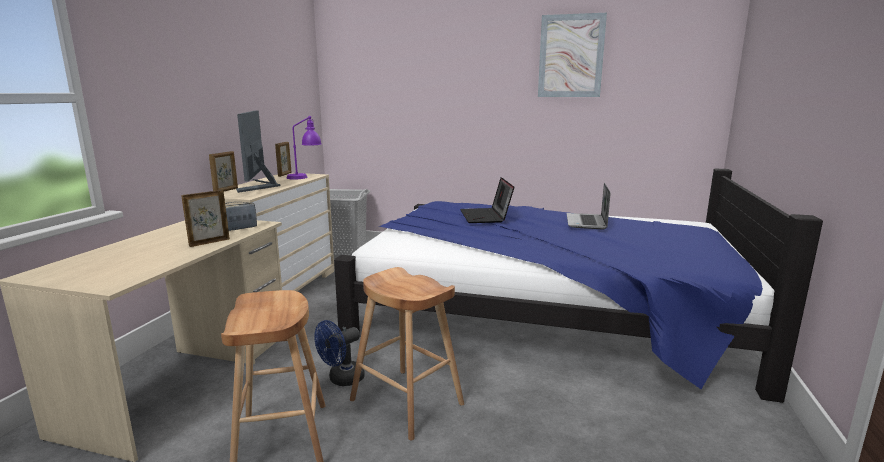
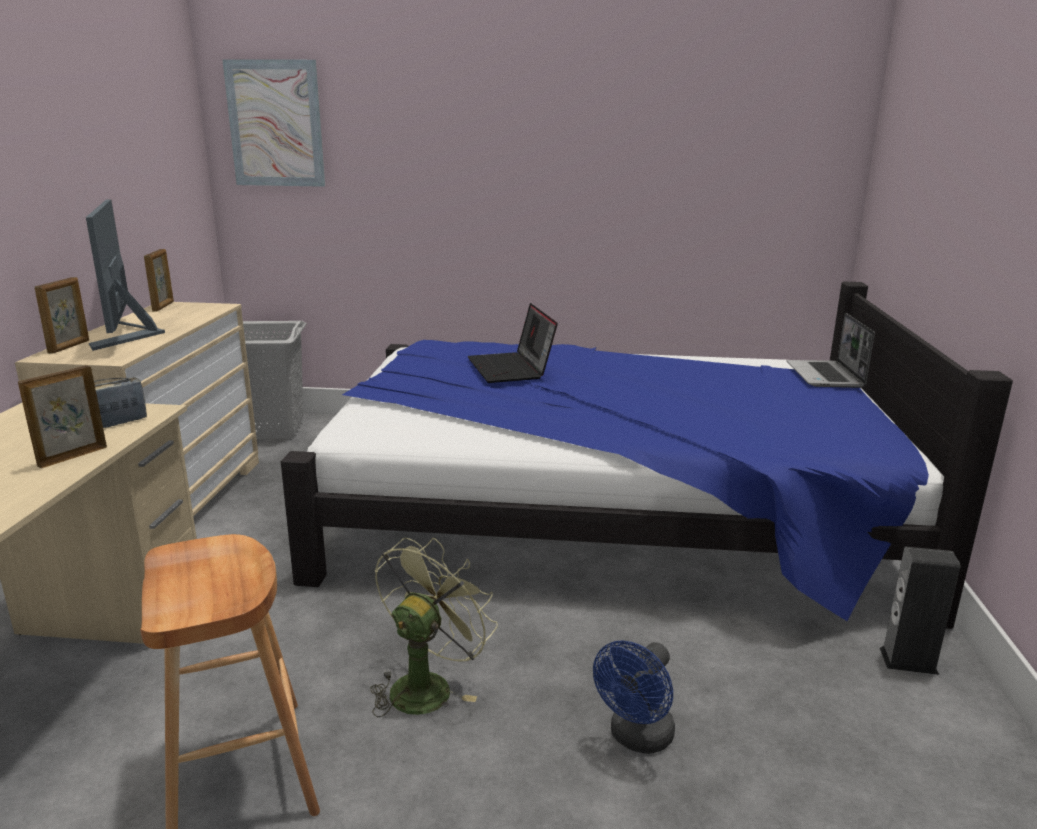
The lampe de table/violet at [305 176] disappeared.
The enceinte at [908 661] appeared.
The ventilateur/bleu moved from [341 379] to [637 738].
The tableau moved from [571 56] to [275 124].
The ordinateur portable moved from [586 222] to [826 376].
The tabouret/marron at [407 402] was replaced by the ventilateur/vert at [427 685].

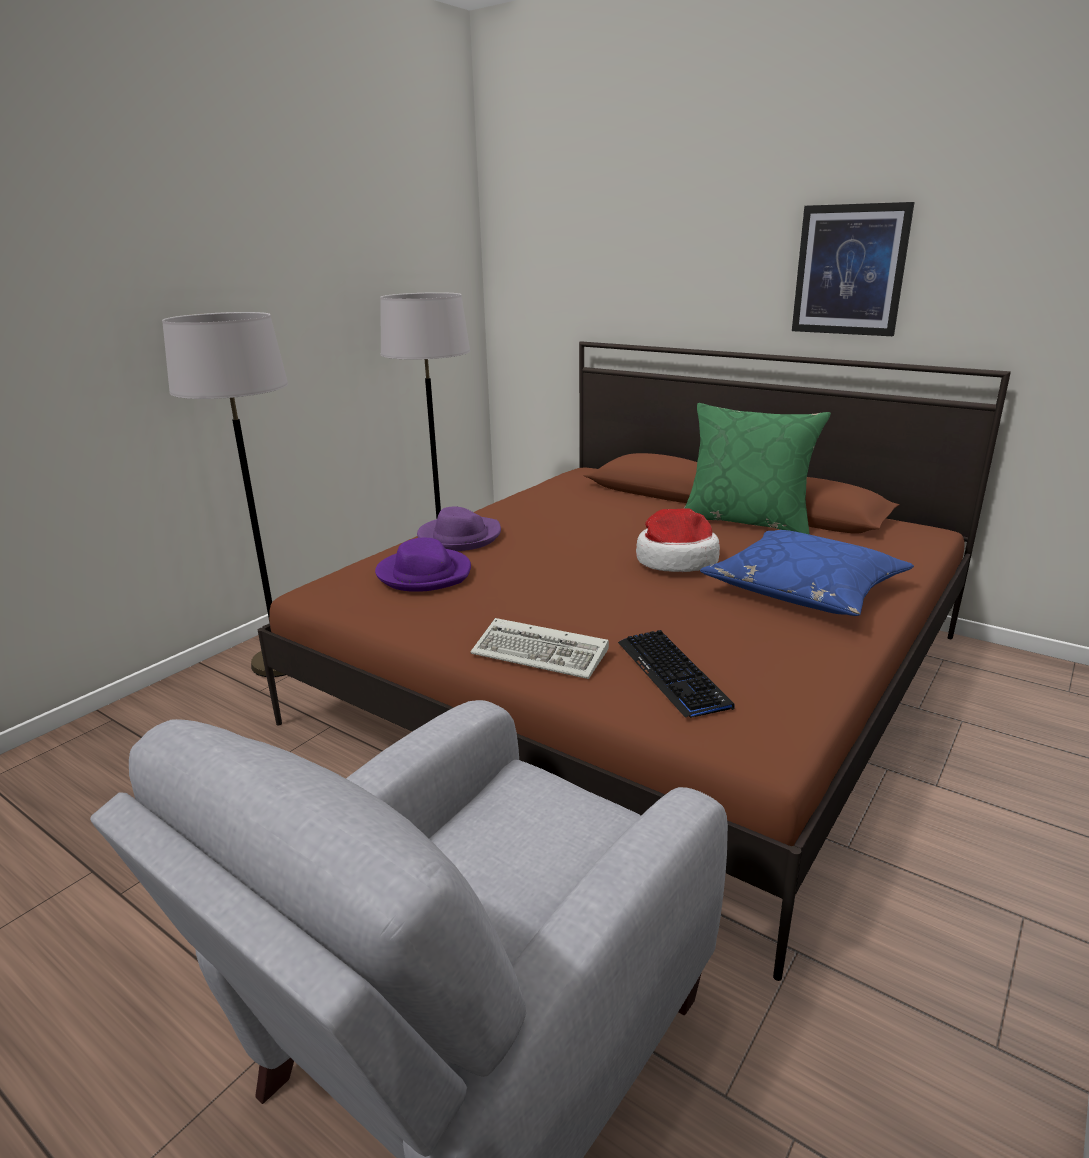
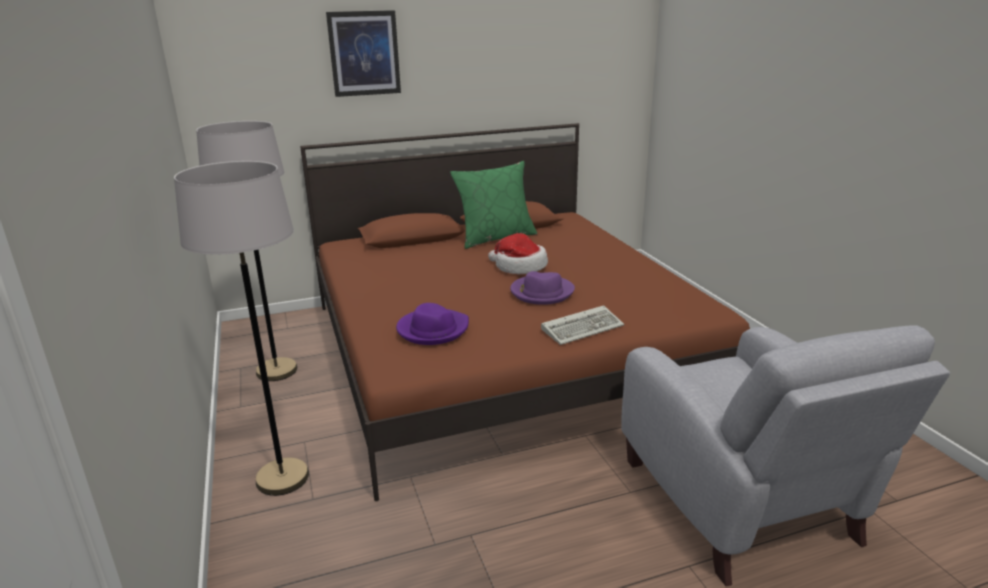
The clavier at [672 674] disappeared.
The coussin/bleu at [804 590] disappeared.
The chapeau/violet moved from [459 537] to [541 292].
The tableau moved from [849 270] to [364 53].

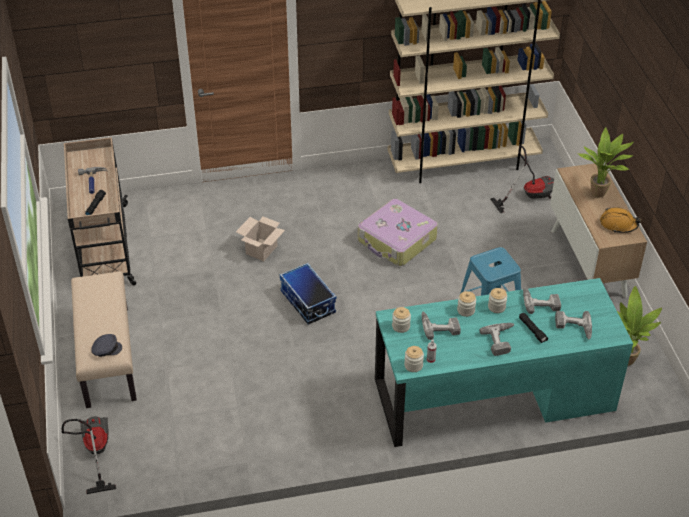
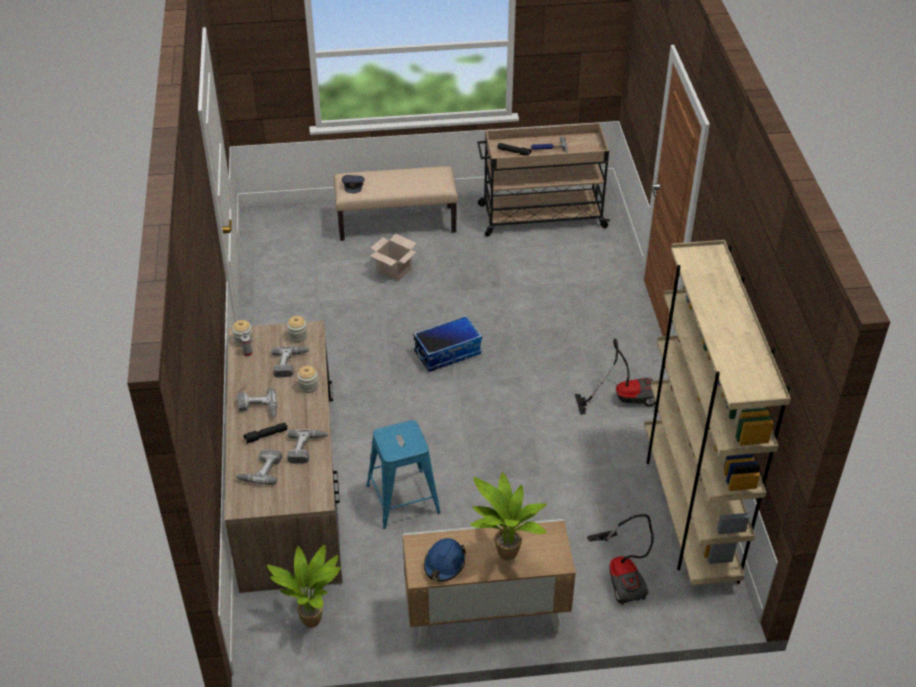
The valise at [396 241] disappeared.
The bocal at [496 307] disappeared.
The aspirateur moved from [94 452] to [623 397].
The carton moved from [261 249] to [395 270].
The bureau/turquoise at [493 395] became the bureau/marron at [288 487].
The casque de chantier/orange at [618 224] became the casque de chantier/bleu at [444 564].

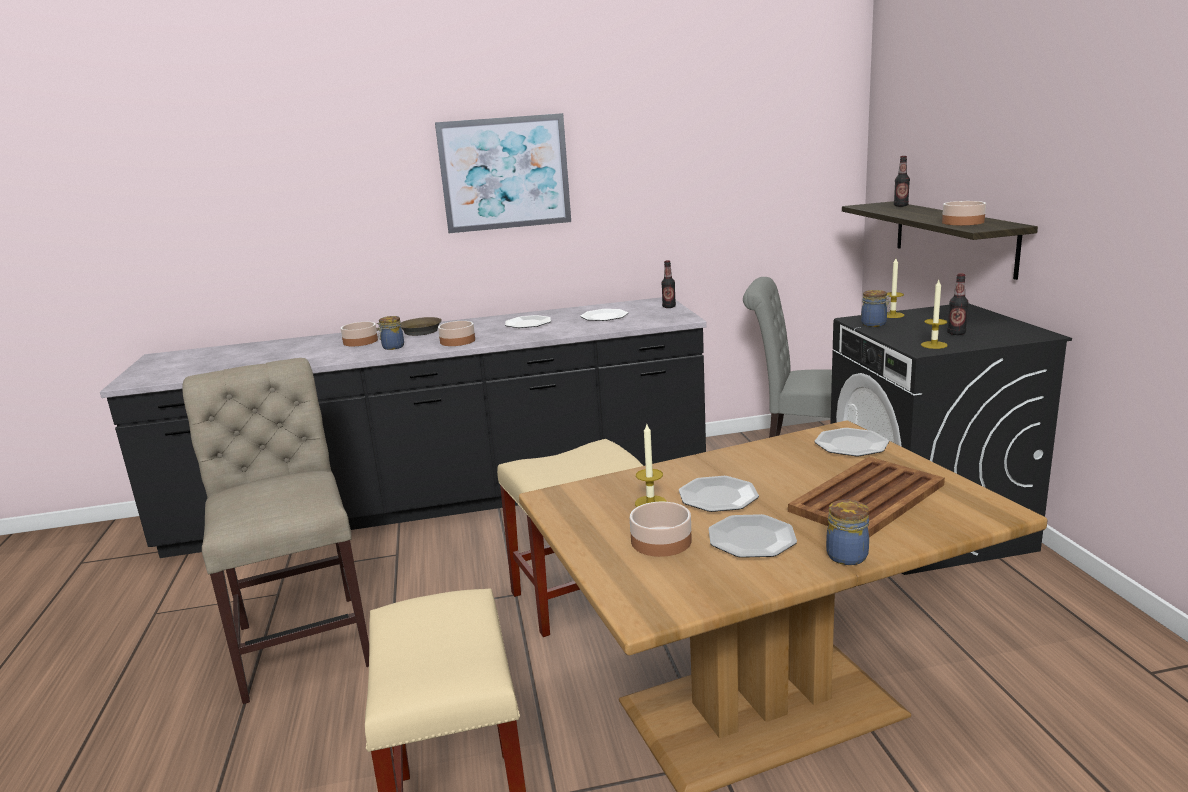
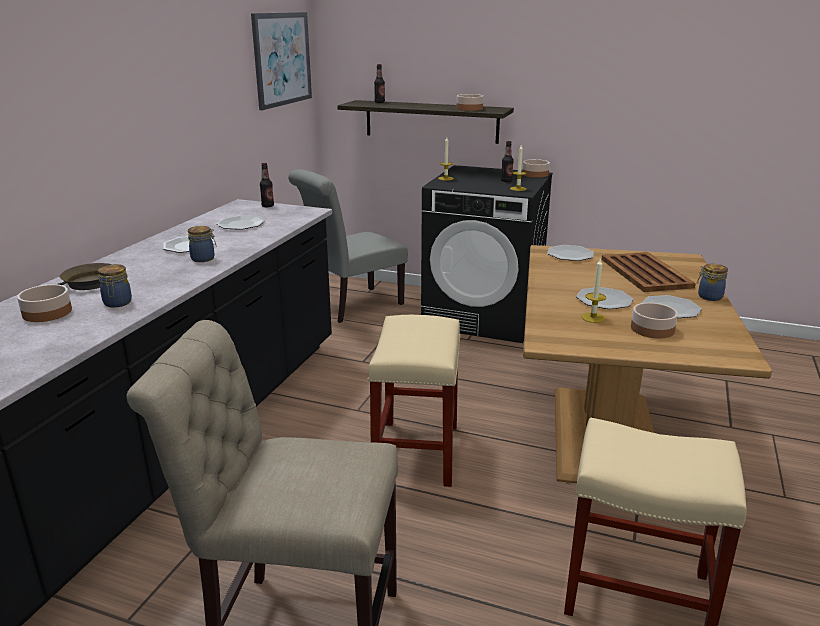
The tableau moved from [504 173] to [282 59].
The bol moved from [457 341] to [535 174].
The bocal moved from [874 324] to [204 258].

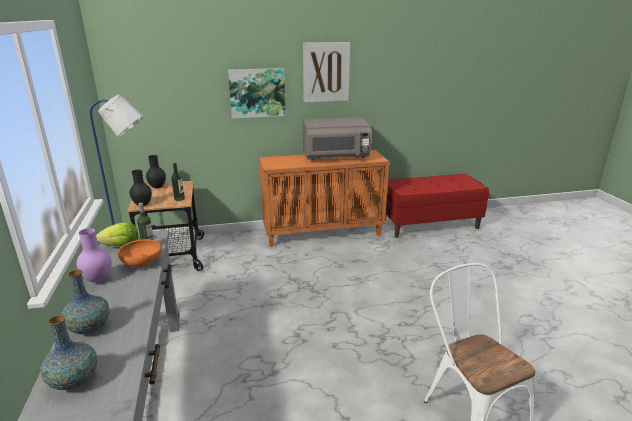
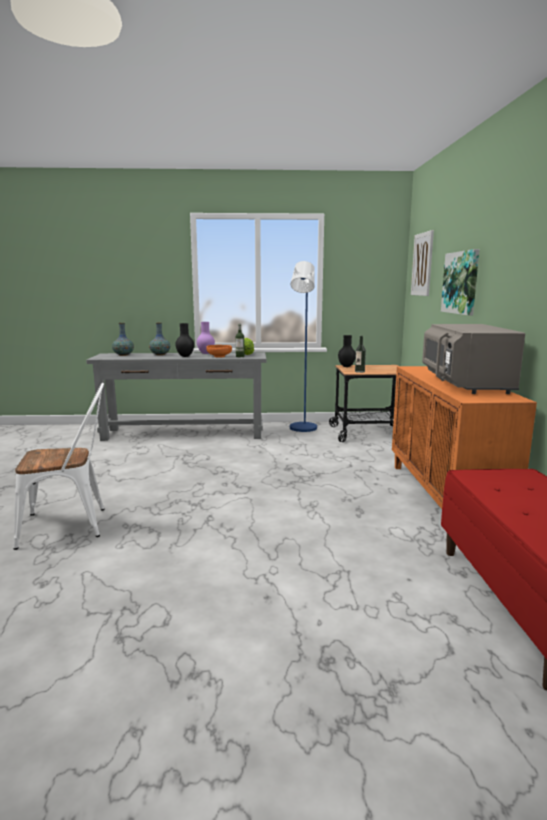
The vase/noir moved from [158 187] to [185 356].
The tableau moved from [326 72] to [422 264].

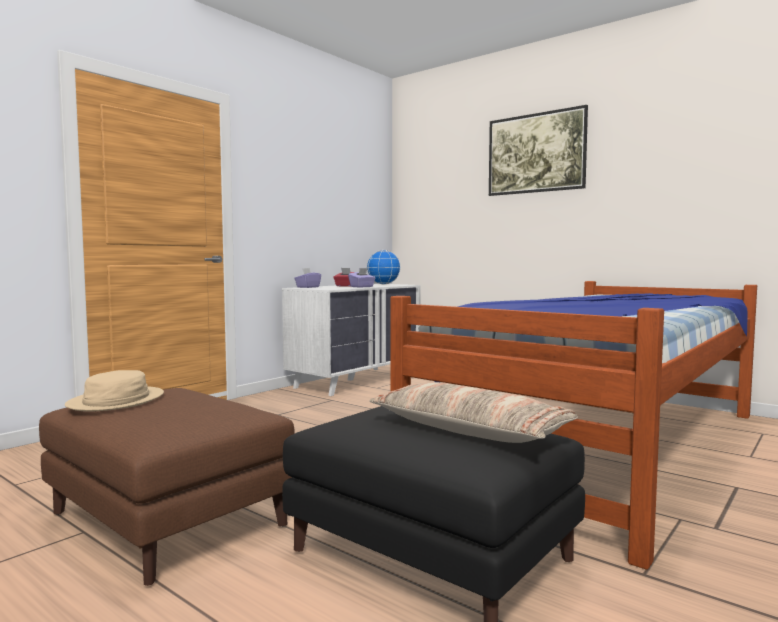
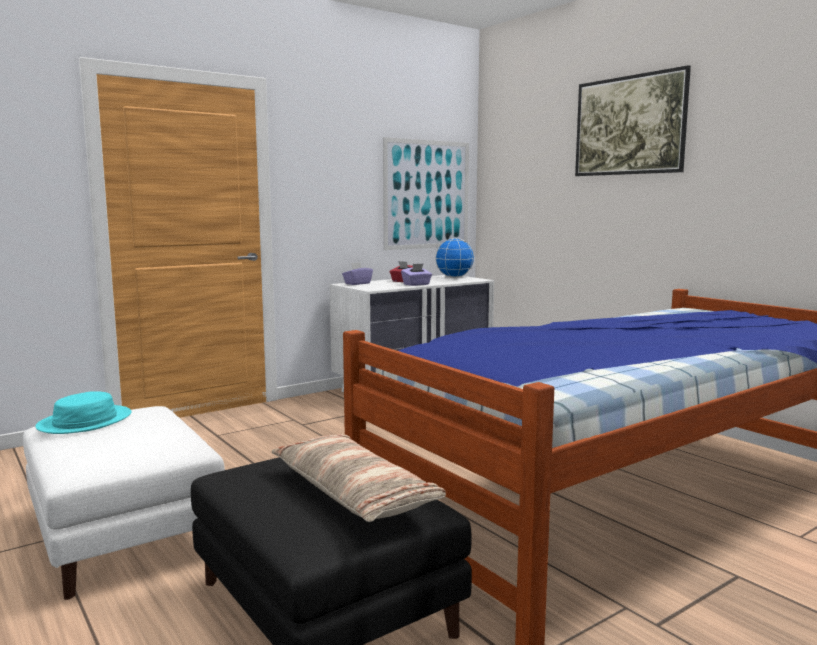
The tableau at [427 194] appeared.
The pouf/marron at [165 519] became the pouf/blanc at [123 535].
The chapeau/beige at [117 401] became the chapeau/turquoise at [85 421].

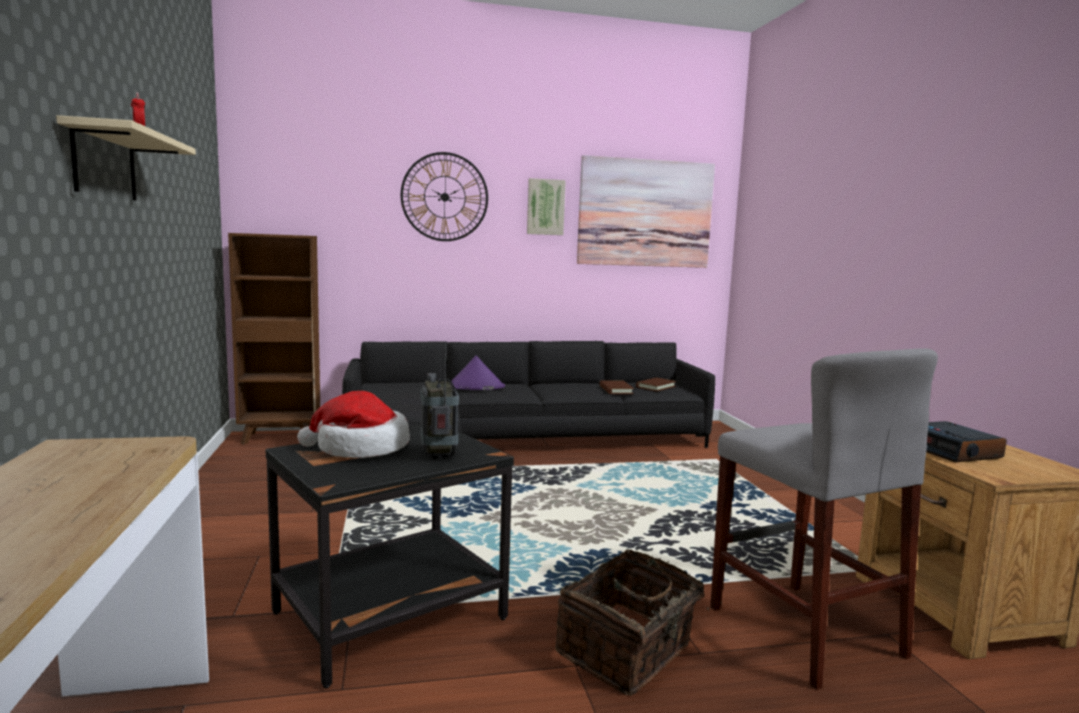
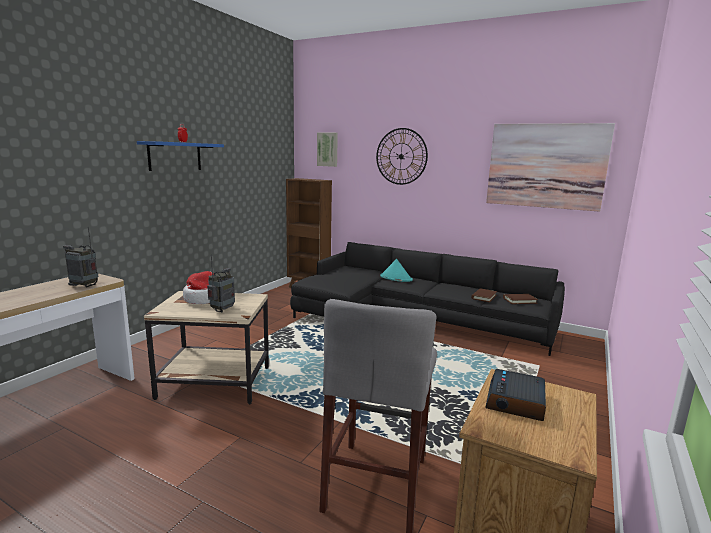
The panier at [628 651] disappeared.
The radio at [85 286] appeared.
The tableau moved from [545 207] to [327 149].
The étagère/beige at [105 164] became the étagère/bleu at [175 156].
The table d'appoint/noir at [389 615] became the table d'appoint/beige at [215 382].
The chapeau/violet at [476 387] became the chapeau/turquoise at [396 278].

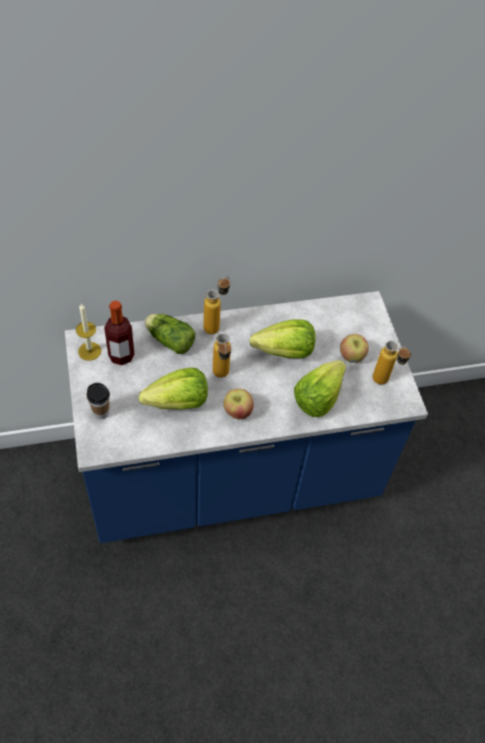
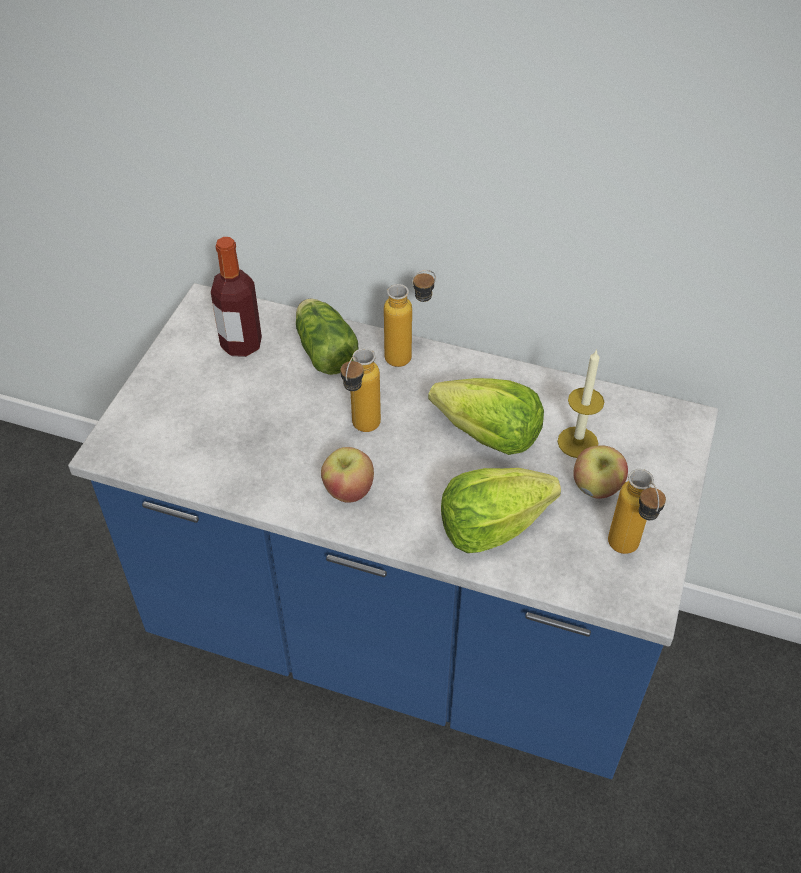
The tasse at [101 412] disappeared.
The laitue at [178 403] disappeared.
The bougie moved from [89 351] to [577 442].

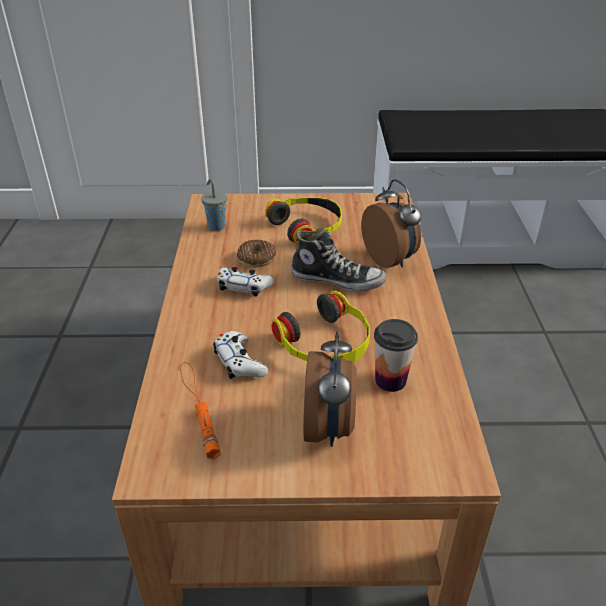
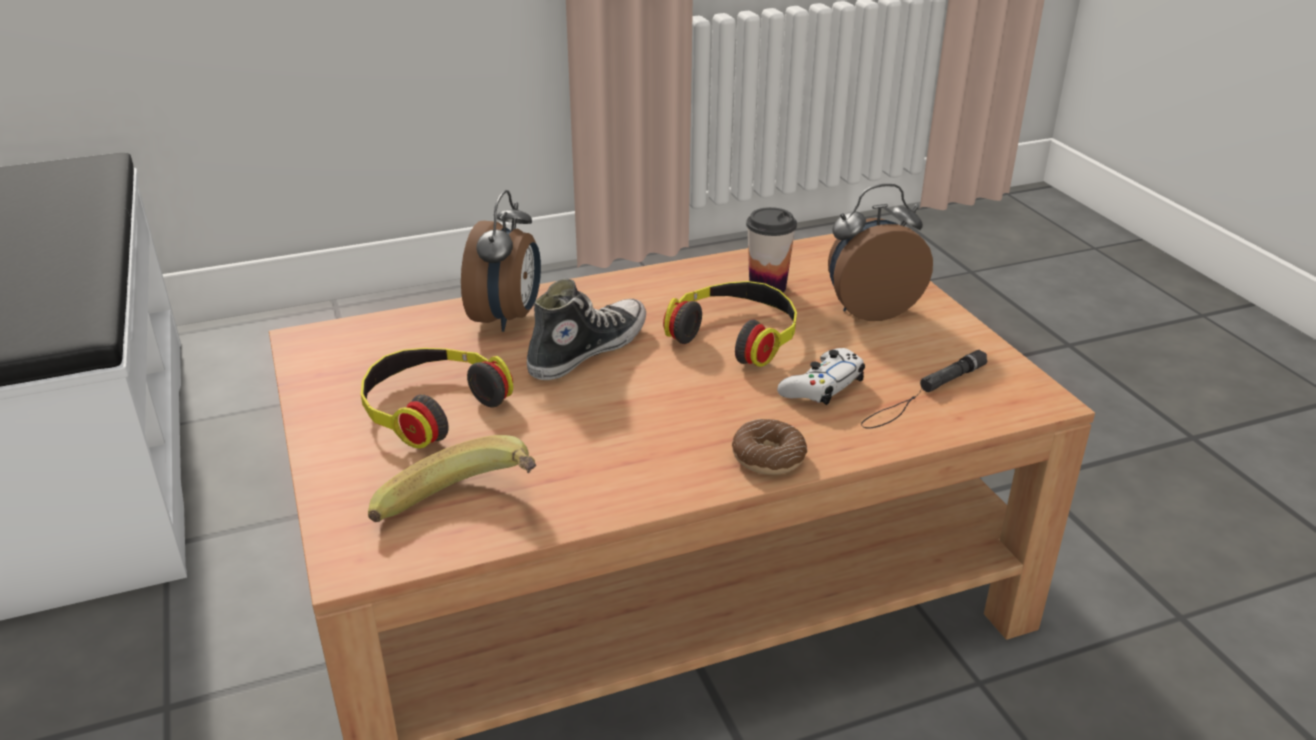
The manette/blanc at [244 286] disappeared.
The beignet moved from [256 259] to [768 457].
The tasse/gris at [216 226] was replaced by the banane at [464 514].
The lampe de poche/orange at [198 407] became the lampe de poche/noir at [924 395].
The chaussure at [337 280] turned 45 degrees clockwise.
The réveil at [390 259] turned 150 degrees clockwise.

